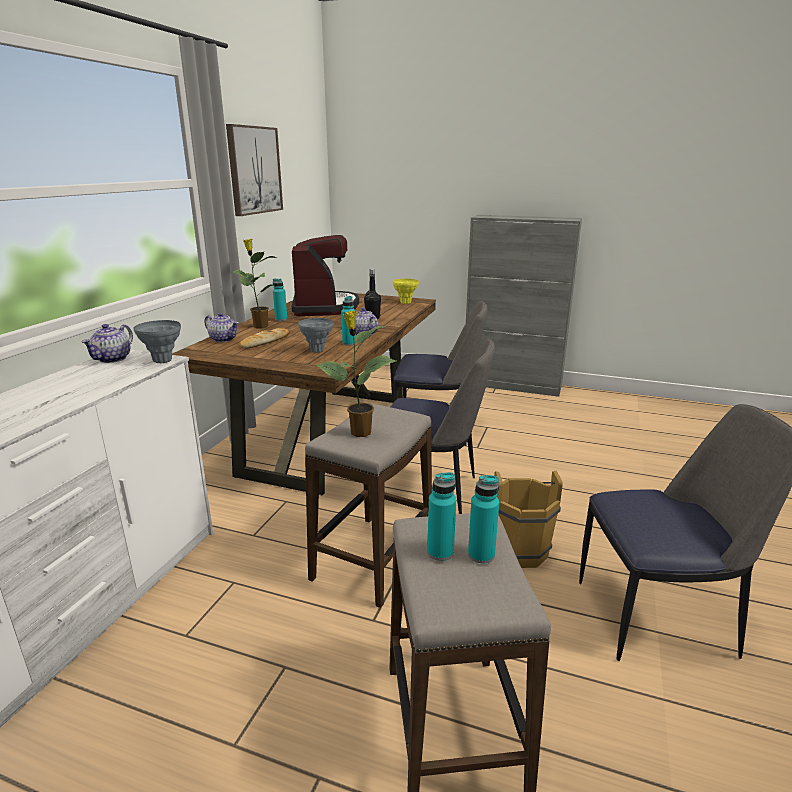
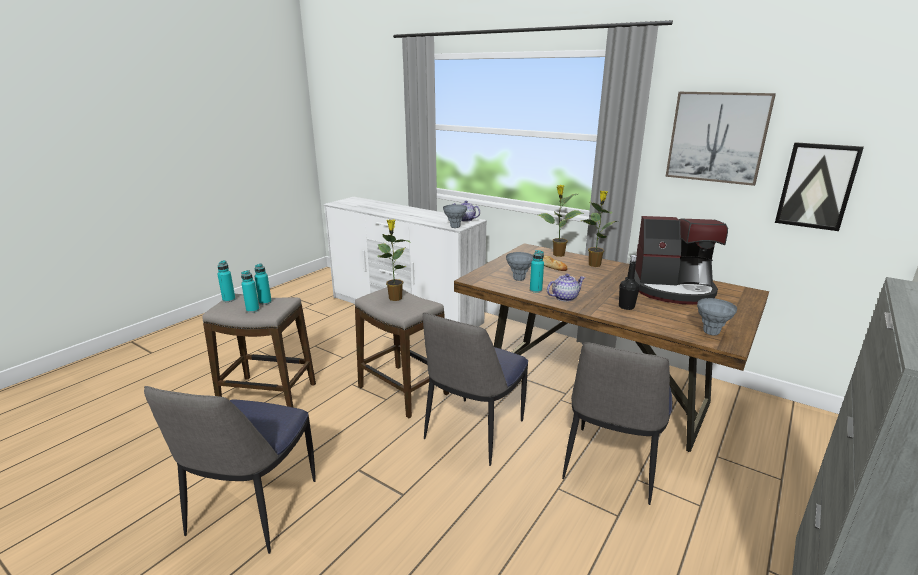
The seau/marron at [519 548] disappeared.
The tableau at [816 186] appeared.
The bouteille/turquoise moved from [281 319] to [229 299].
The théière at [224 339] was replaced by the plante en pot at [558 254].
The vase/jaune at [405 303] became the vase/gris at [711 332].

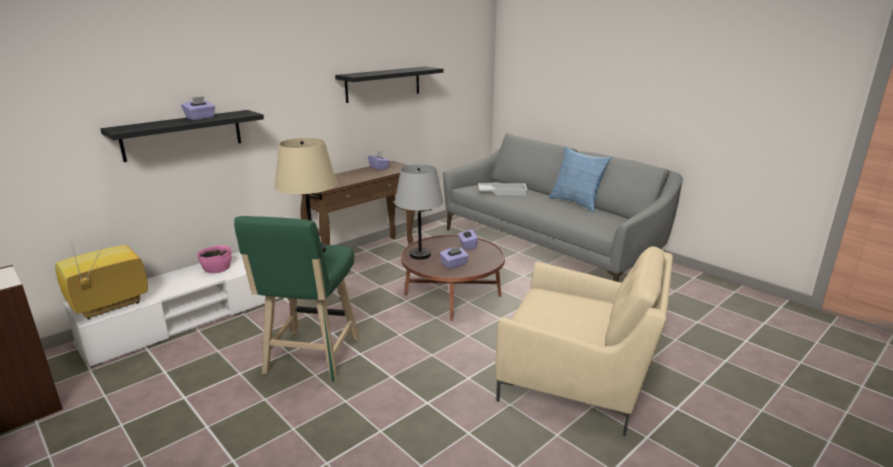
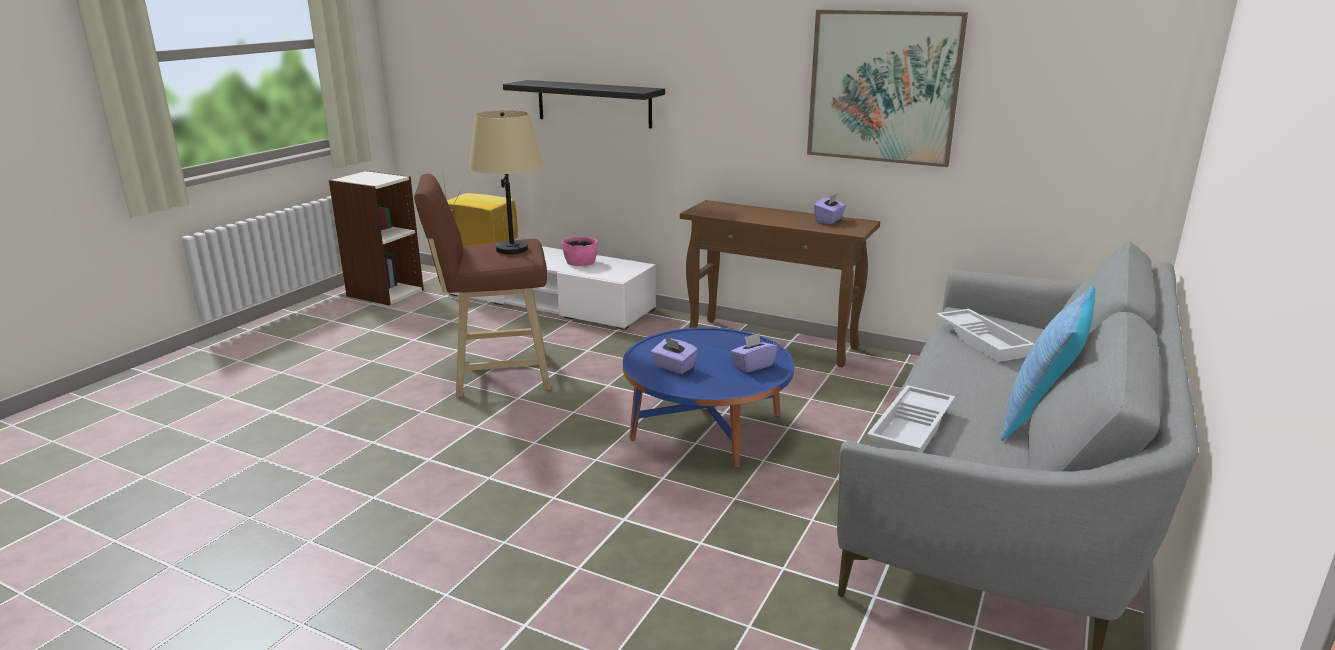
The boîte à mouchoirs/violet at [200 118] disappeared.
The lampe de table/gris at [420 255] disappeared.
The fauteuil/beige at [579 379] disappeared.
The plateau/blanc at [912 430] appeared.
The étagère/noir at [383 84] was replaced by the tableau at [883 87].
The tabouret/vert at [310 359] became the tabouret/marron at [495 375].
The table basse/marron at [452 295] became the table basse/bleu at [706 427].

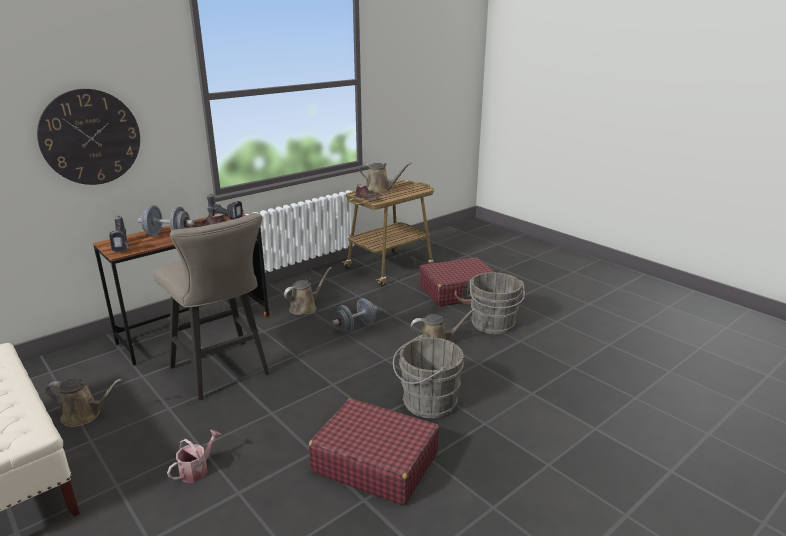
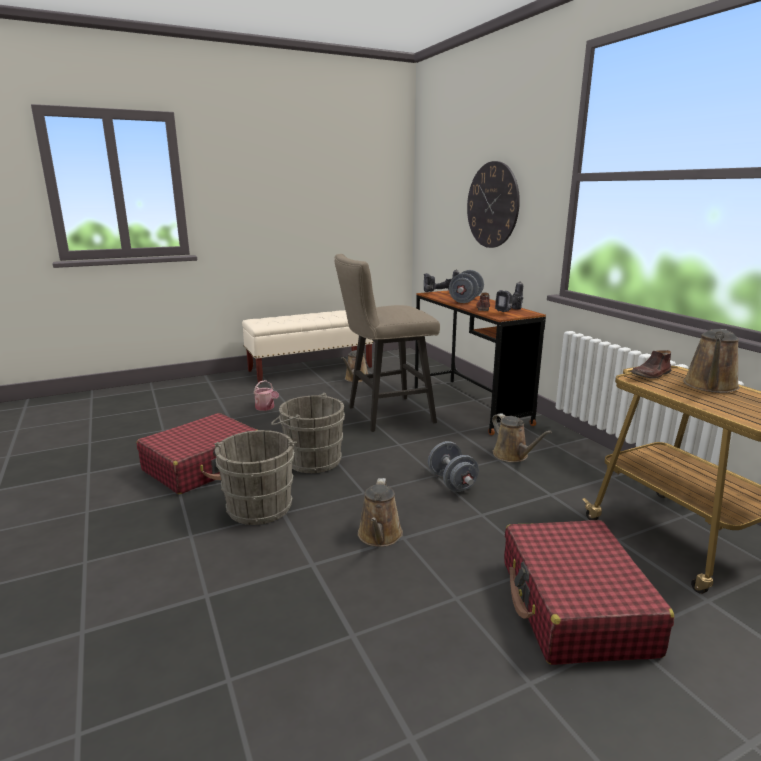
The seau/gris moved from [493 325] to [310 460].

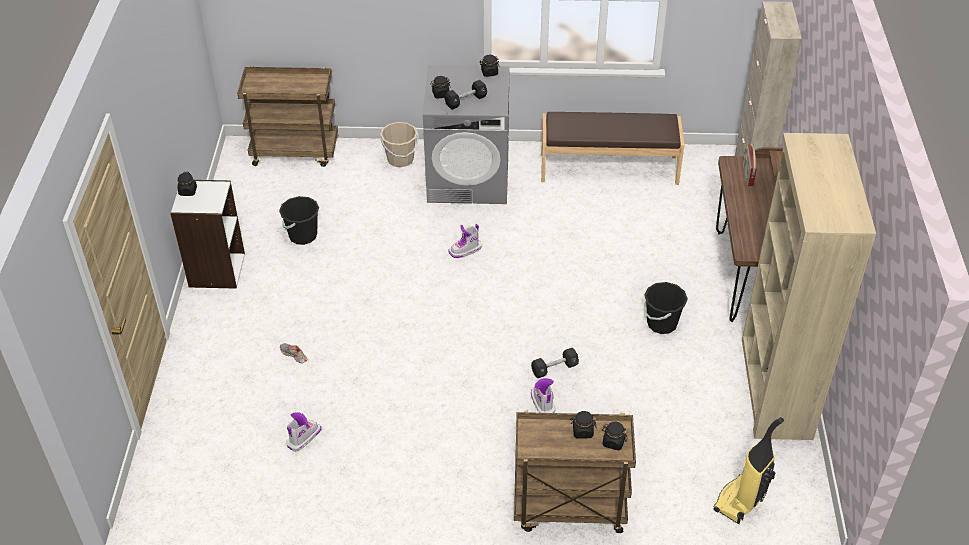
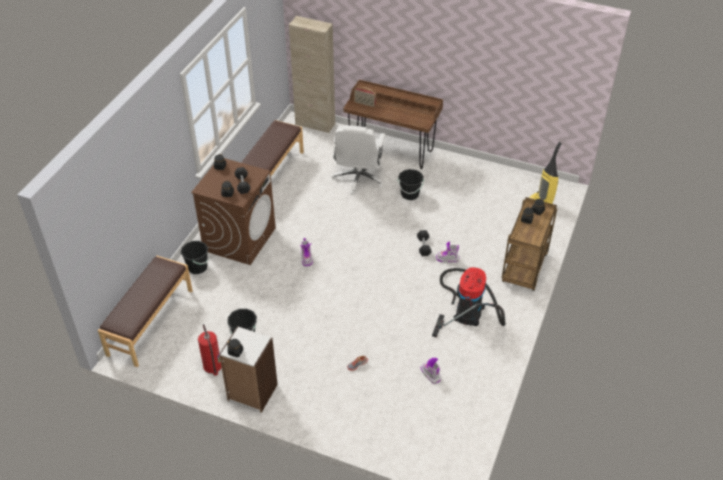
The bibliothèque/beige at [775 388] disappeared.
The extincteur at [212 366] appeared.
The chaise de bureau/blanc at [358 178] appeared.
The aspirateur at [468 310] appeared.
The chariot/marron at [295 152] was replaced by the banc/marron at [150 322].
The seau/beige at [400 159] became the seau/noir at [197 267].
The lave-linge/gris at [469 178] became the lave-linge/marron at [239 239].

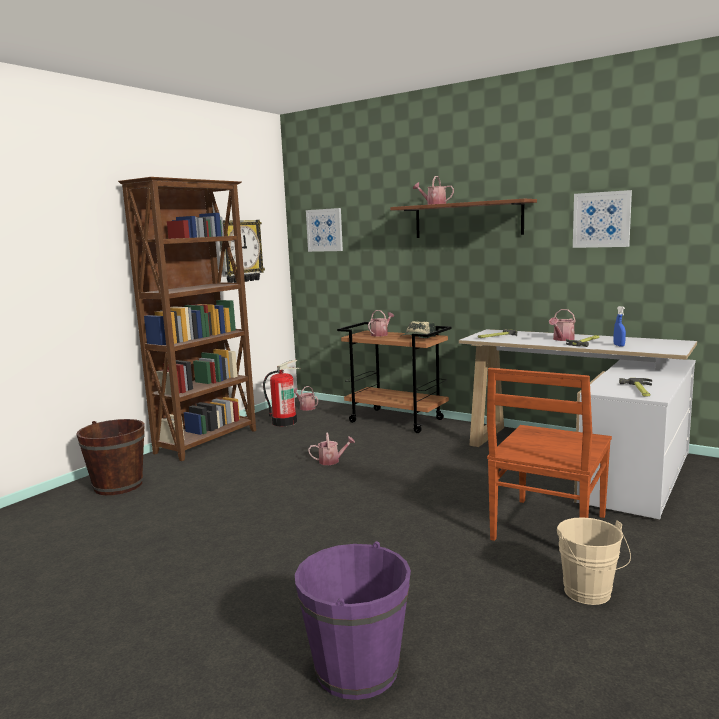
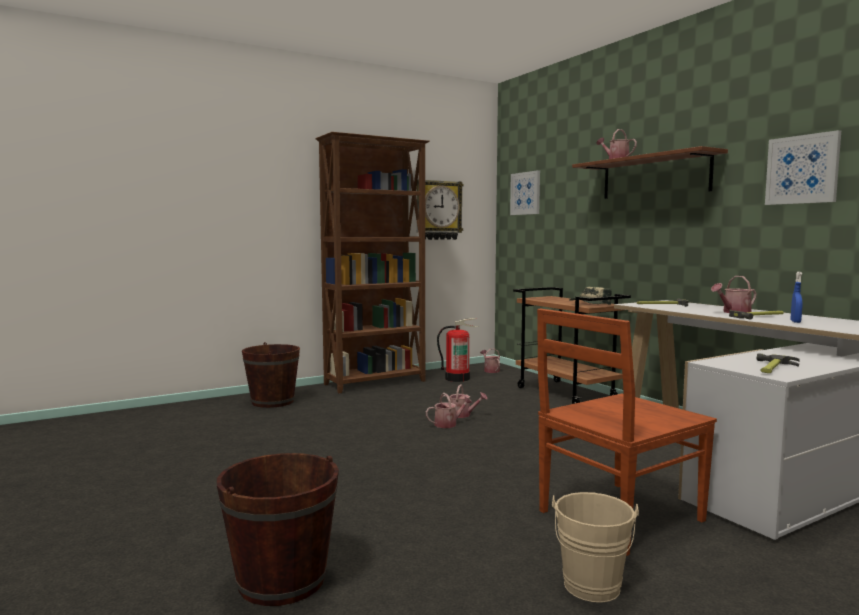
The arrosoir moved from [381 334] to [448 424].
The seau/violet at [357 670] became the seau/marron at [281 580].

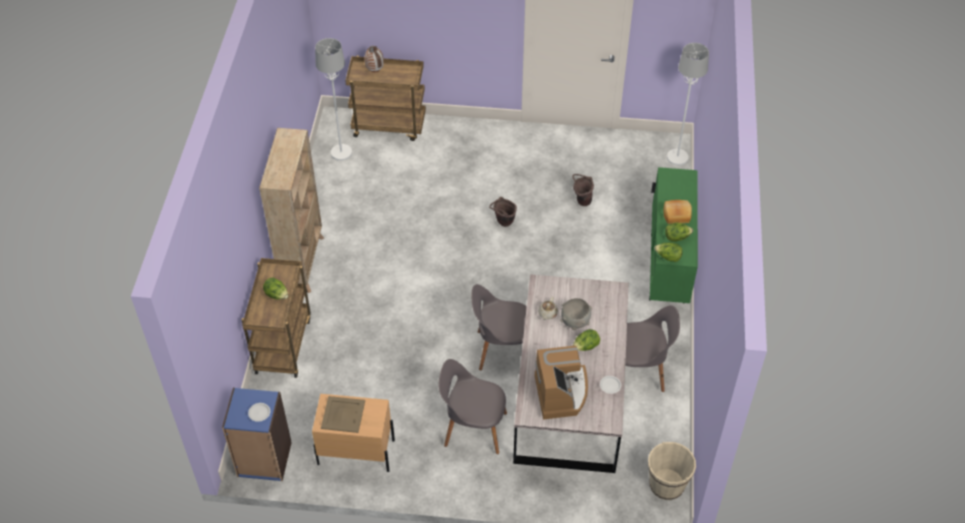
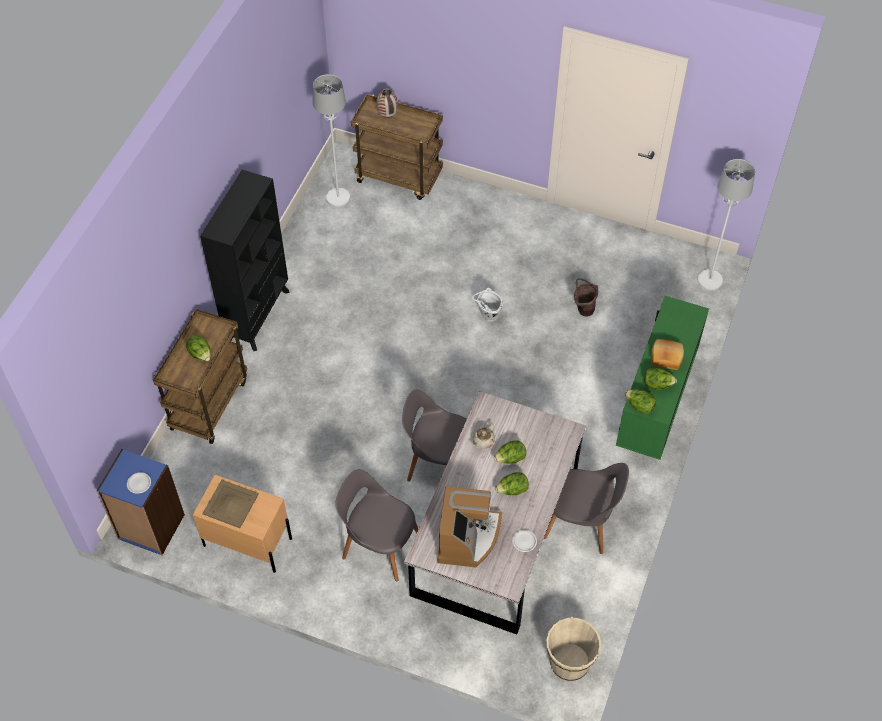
The bol/gris at [575 322] was replaced by the laitue at [510 458].
The bibliothèque/beige at [302 262] became the bibliothèque/noir at [258 315].
The seau/marron at [503 223] became the seau/blanc at [487 317].

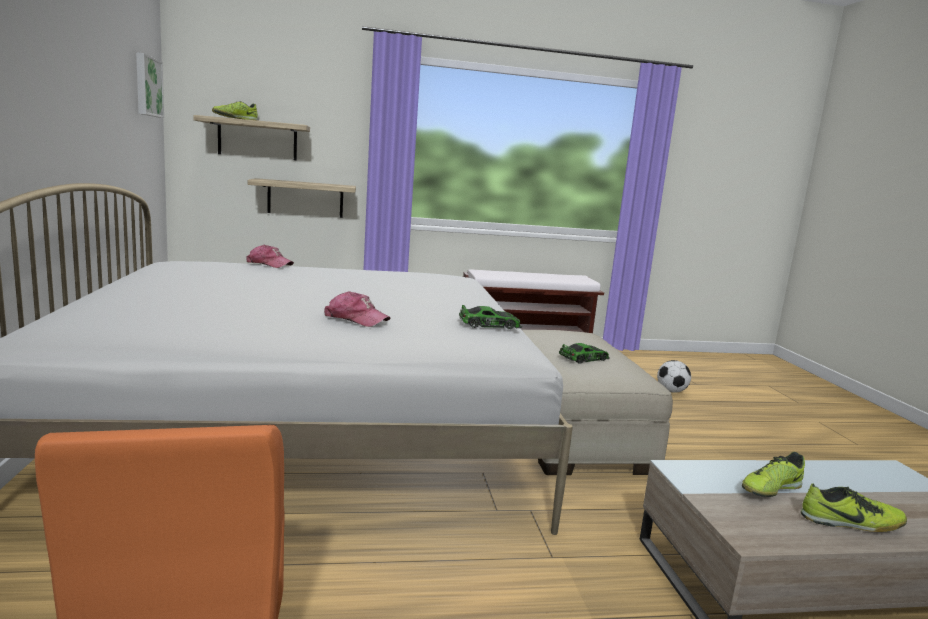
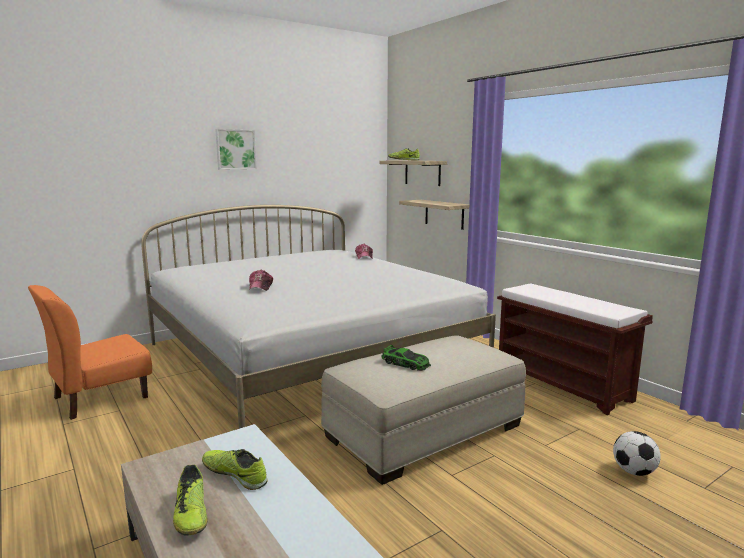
The petite voiture at [490 325] disappeared.
The tableau moved from [147 86] to [235 149].

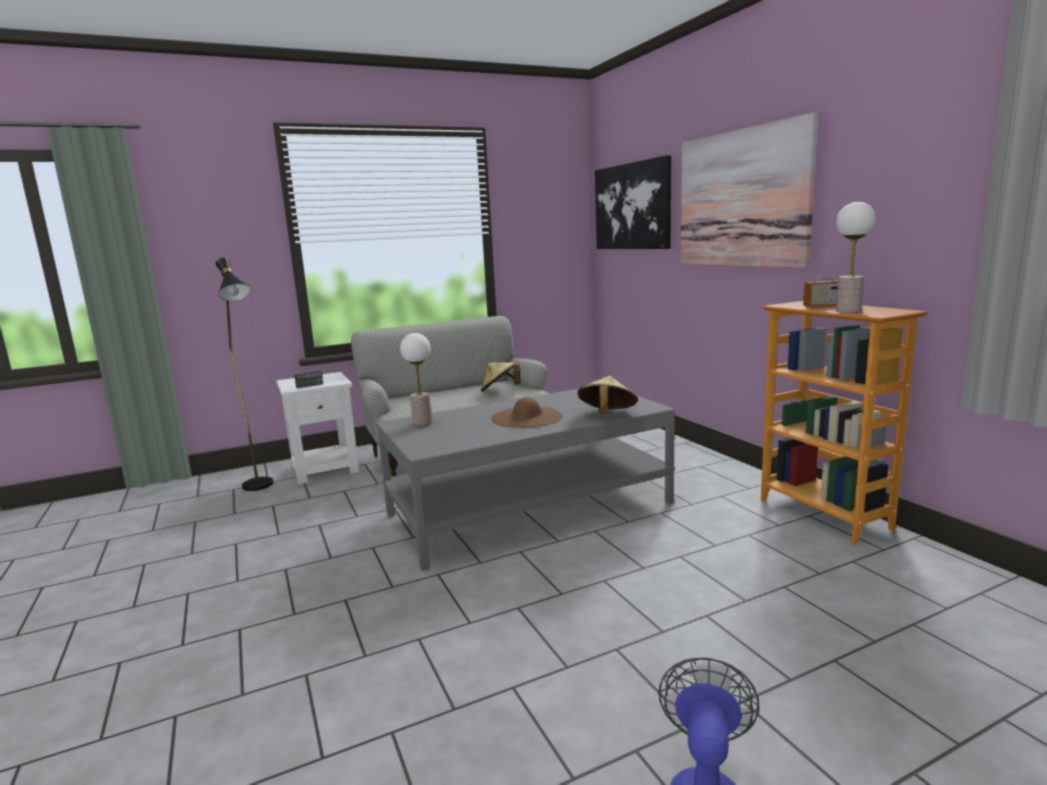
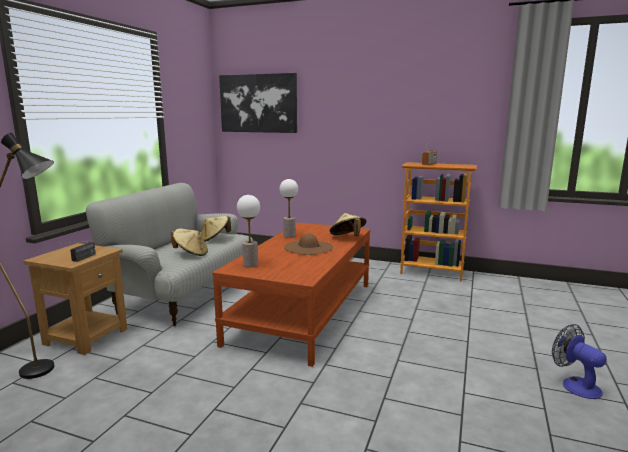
The tableau at [742 199] disappeared.
The chapeau/beige at [191 254] appeared.
The lampe de table moved from [848 311] to [289 236].
The table d'appoint/blanc at [326 469] became the table d'appoint/marron at [86 336].
The table basse/gris at [530 508] became the table basse/marron at [304 311].

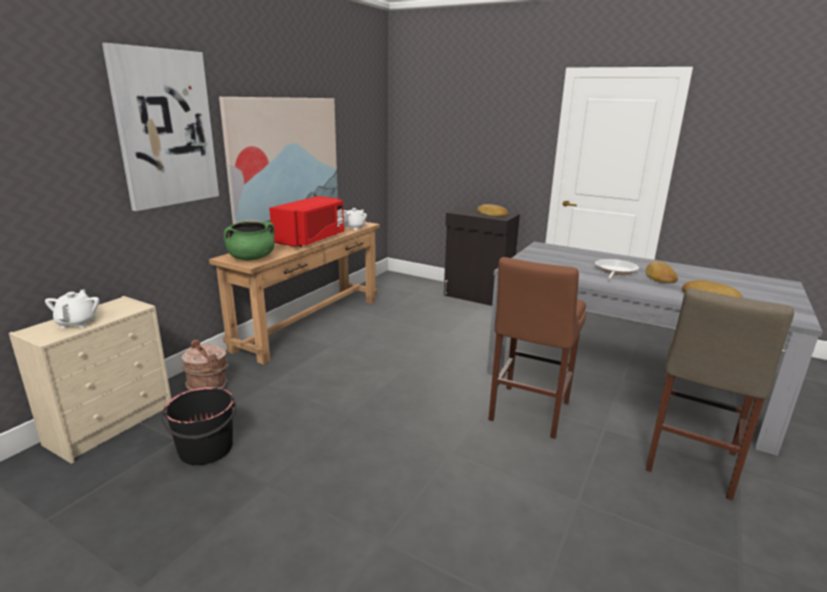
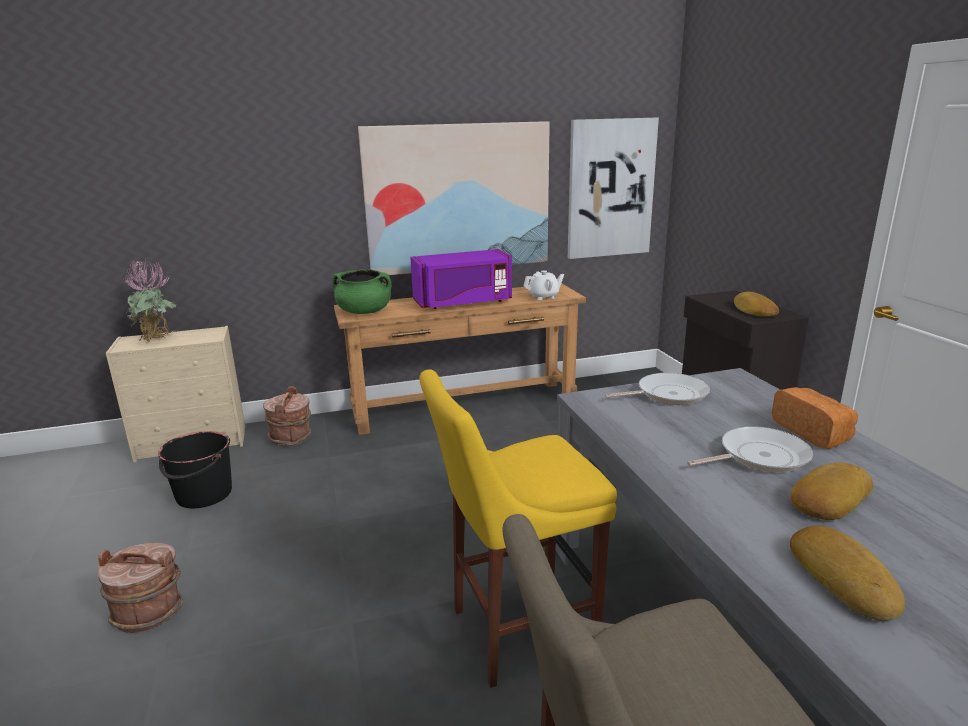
The seau/marron at [149 611] appeared.
The poêle at [668 394] appeared.
The pain at [813 432] appeared.
The tableau moved from [165 129] to [610 189].
The théière/blanc at [77 323] was replaced by the plante en pot at [158 340].
The micro-ondes/rouge at [311 239] became the micro-ondes/violet at [463 303].
The tabouret/marron at [527 413] became the tabouret/jaune at [515 631].

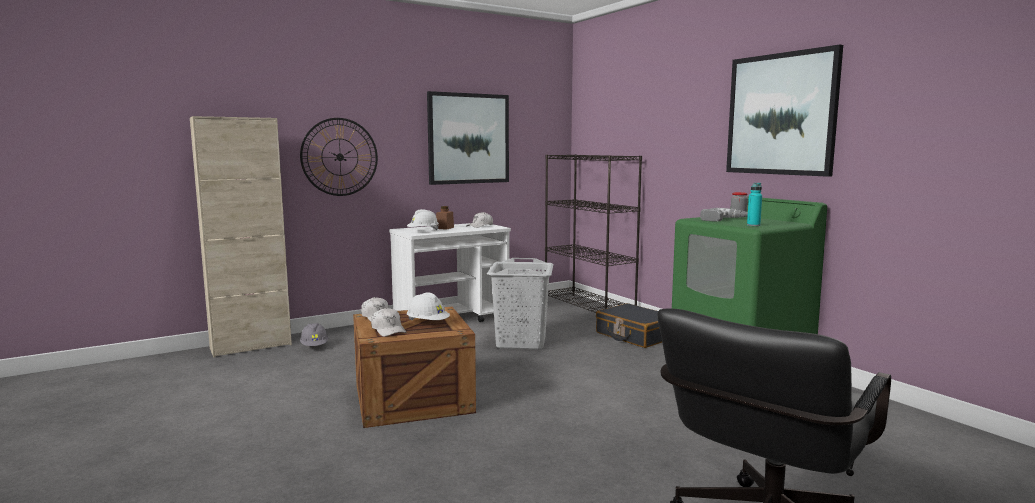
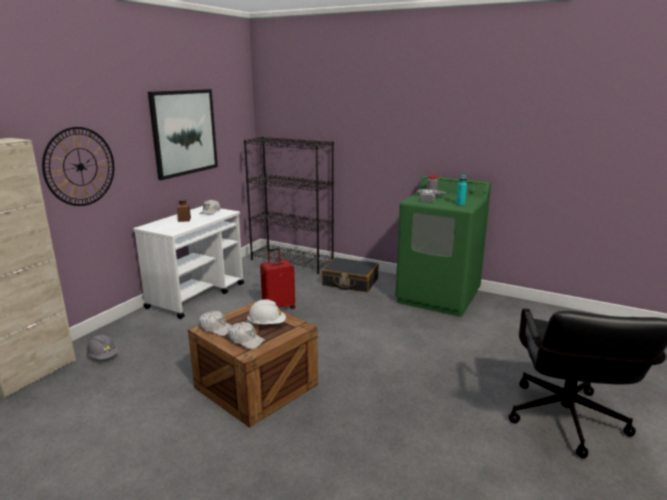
The casque de chantier/blanc at [423 231] disappeared.
The tableau at [781 114] disappeared.
The panier à linge/gris at [521 342] was replaced by the valise/rouge at [279 307].

